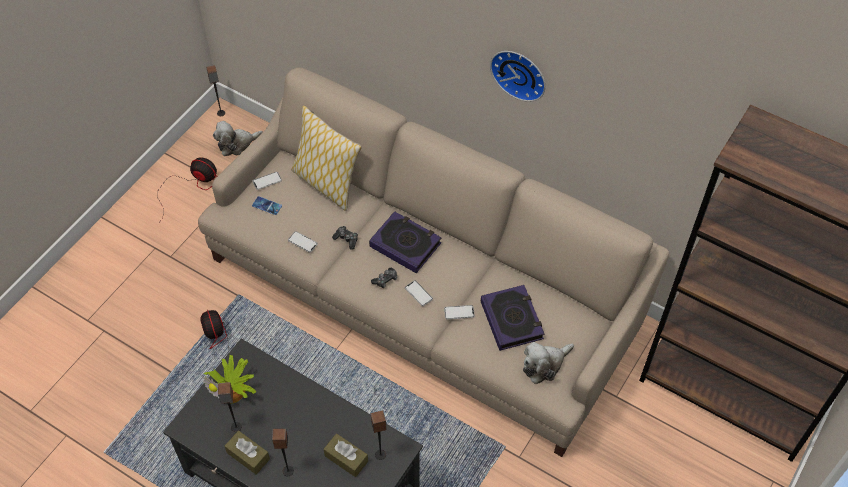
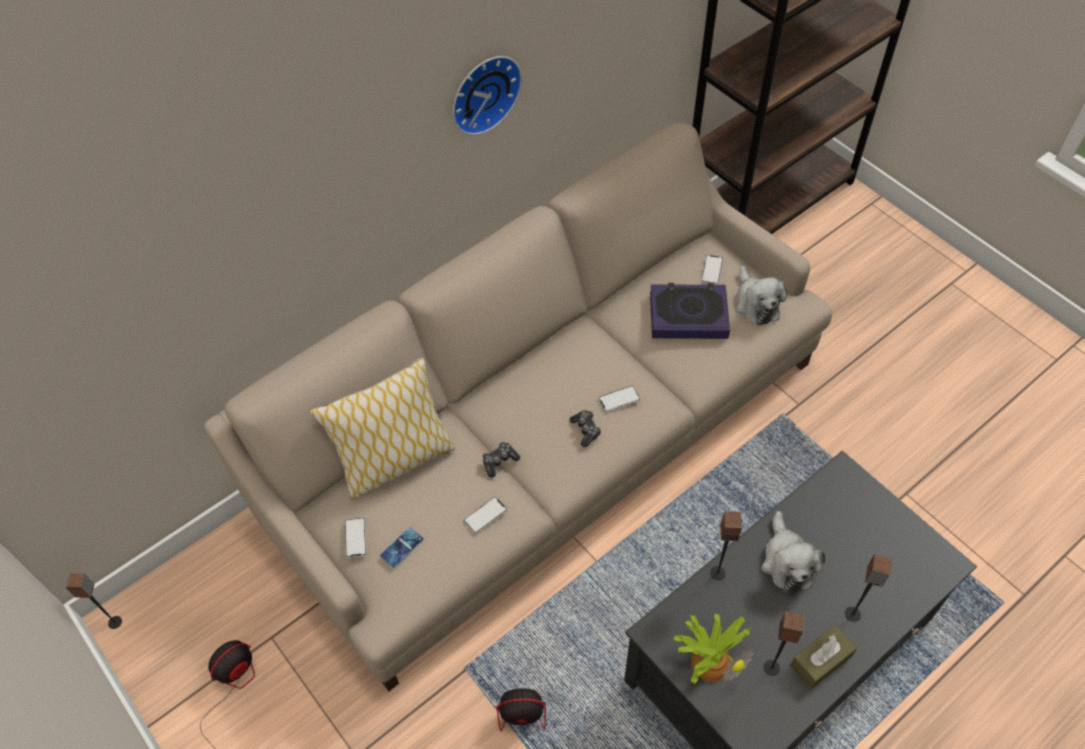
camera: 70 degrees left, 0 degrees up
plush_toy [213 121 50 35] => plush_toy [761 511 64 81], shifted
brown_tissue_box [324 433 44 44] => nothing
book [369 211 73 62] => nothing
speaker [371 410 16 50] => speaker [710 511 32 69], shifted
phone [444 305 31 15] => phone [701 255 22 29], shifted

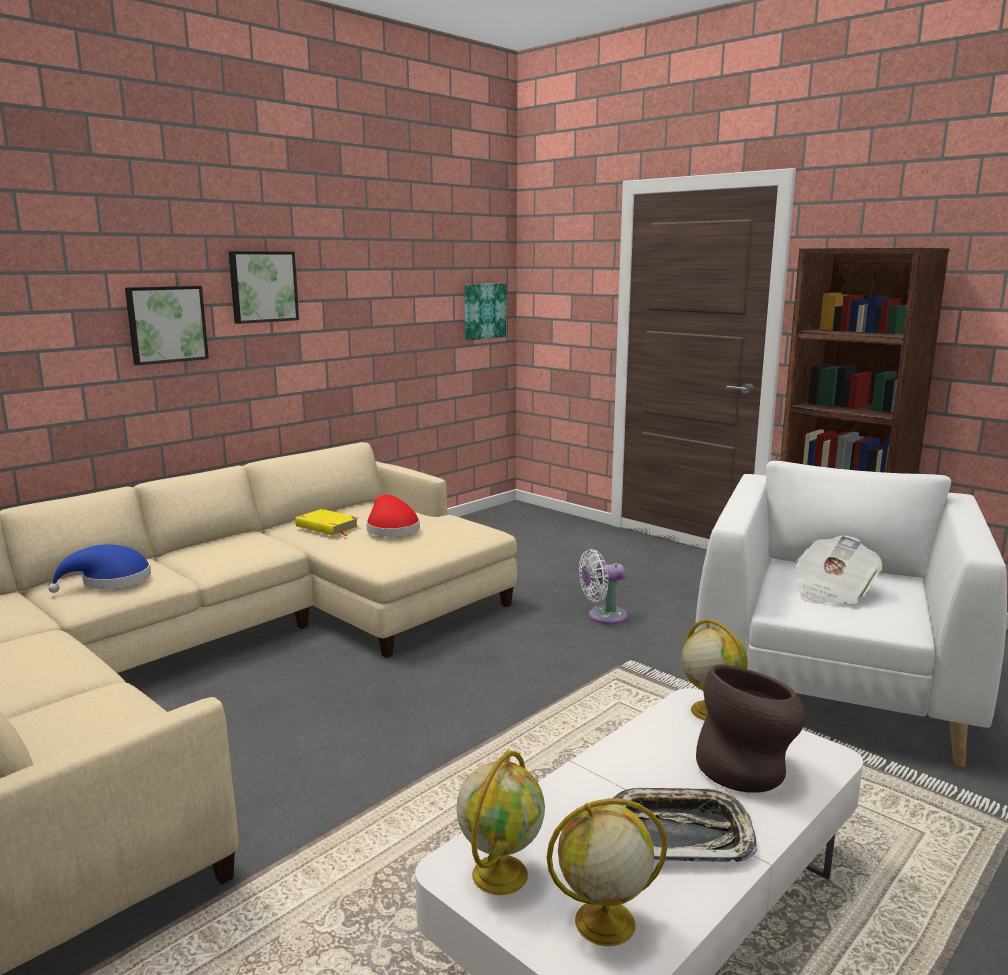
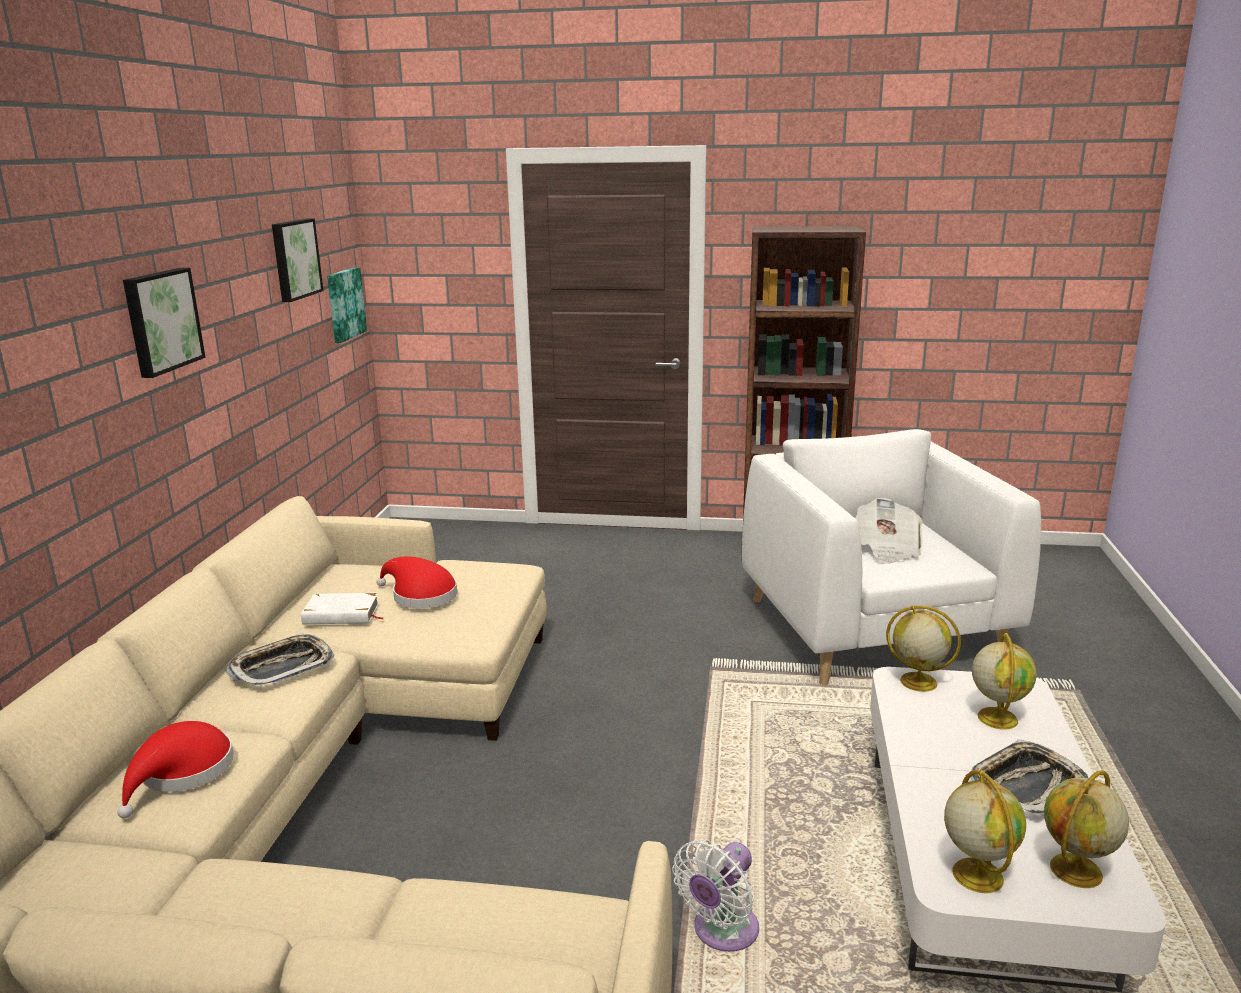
camera: 35 degrees left, 5 degrees up
blue_hat [48 544 103 49] => red_hat [117 721 117 97]
picture [125 286 84 79] => picture [272 219 51 83], shifted
yellow_book [295 509 64 27] => white_book [301 593 82 31]
white_fan [579 549 48 75] => white_fan [672 840 87 112], shifted
brown_vase [696 665 110 128] => globe [972 633 65 97]
nothing => tray [226 633 108 54]

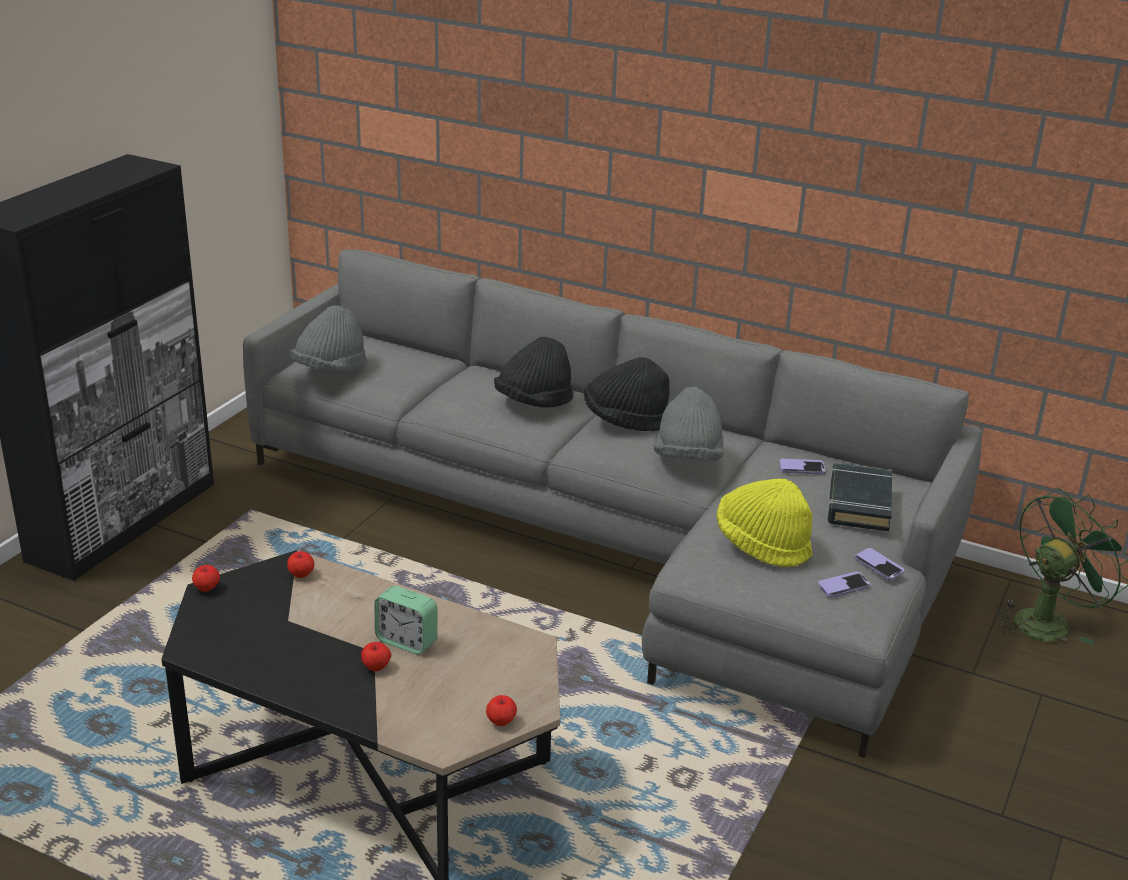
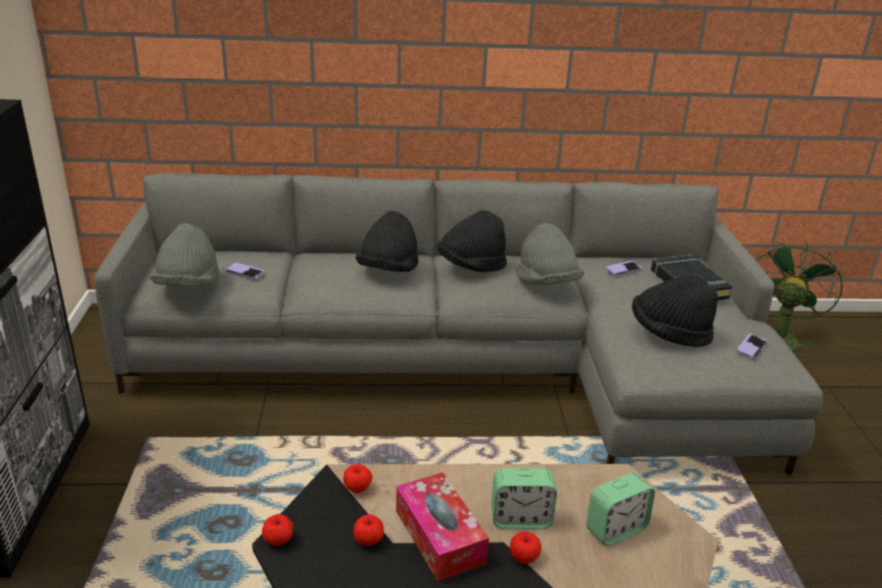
camera: 30 degrees left, 0 degrees up
apple [486 695 31 31] => apple [353 514 31 32], shifted
yellow_hat [716 479 97 88] => black_hat [632 275 86 72]
phone [855 548 49 32] => phone [226 263 38 17], shifted
nothing => tissue_box [396 472 93 109]
nothing => alarm_clock [586 473 69 73]

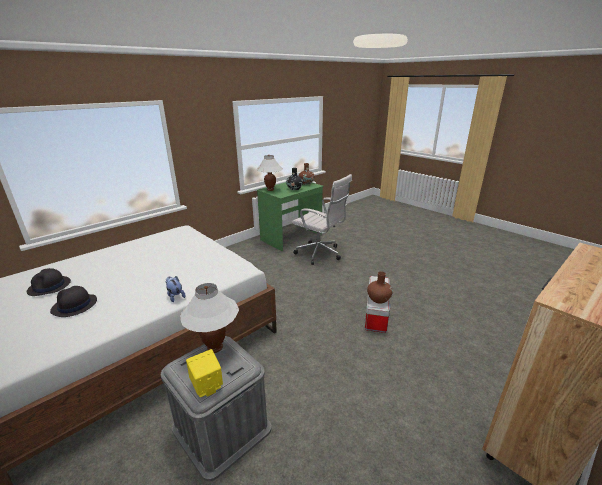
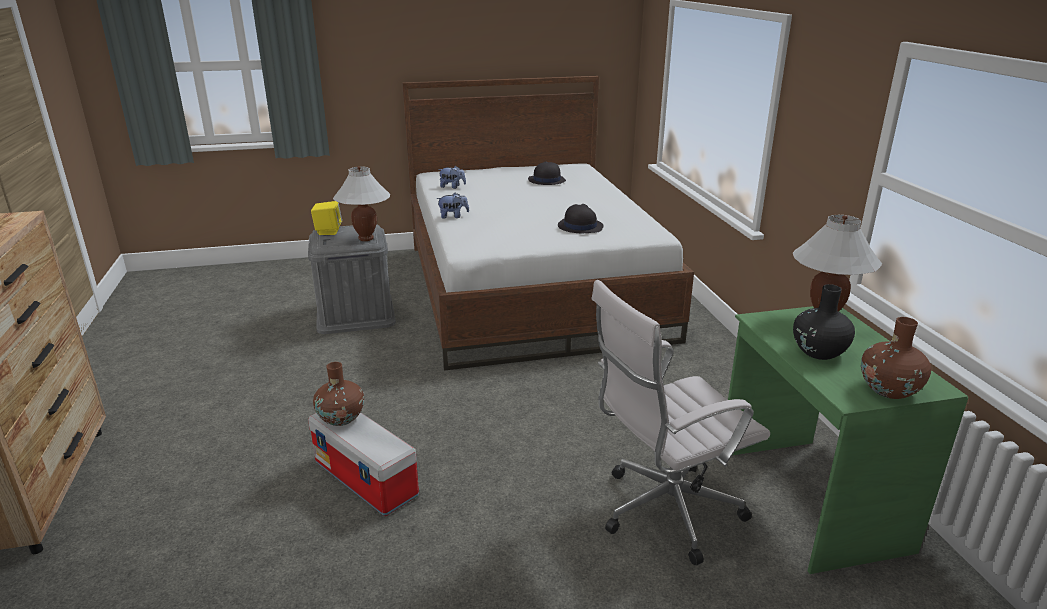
camera: 120 degrees right, 0 degrees up
black_hat [50 286 47 31] => black_hat [558 204 45 29], shifted
nothing => plush_toy [438 166 28 23]

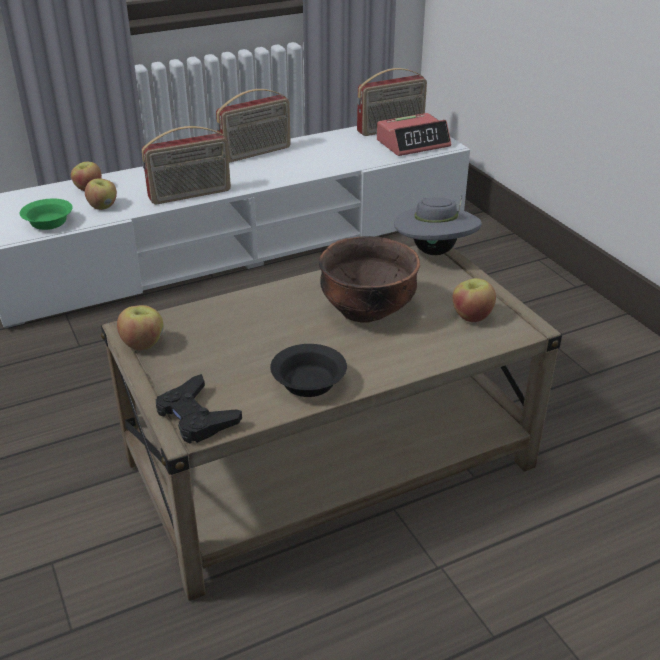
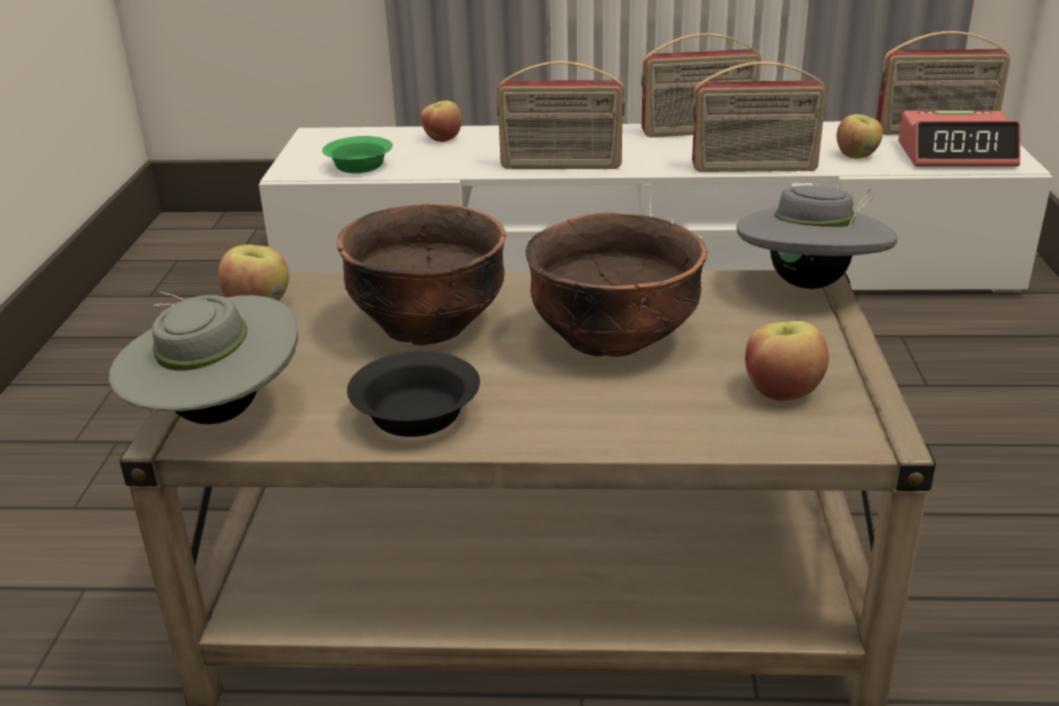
camera: 30 degrees right, 5 degrees down
apple [85 178 32 32] => apple [836 114 47 45], shifted
black_game_controller [156 374 86 69] => grey_hat [109 291 189 133]
nothing => brown_bowl [337 204 169 142]
nothing => radio [692 62 134 110]

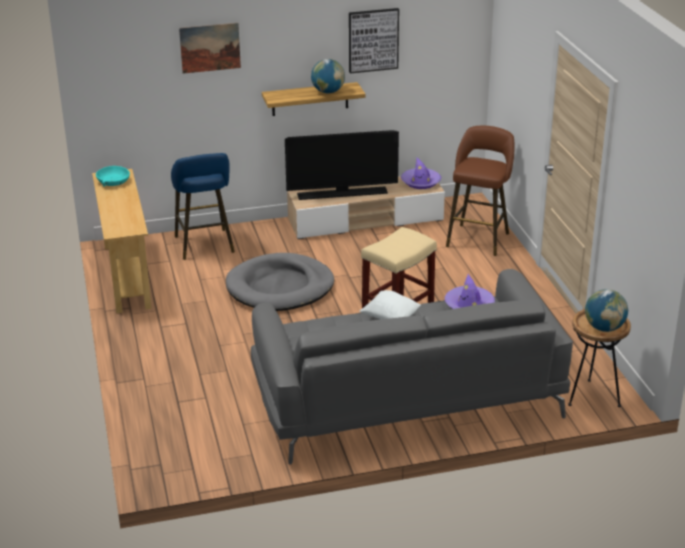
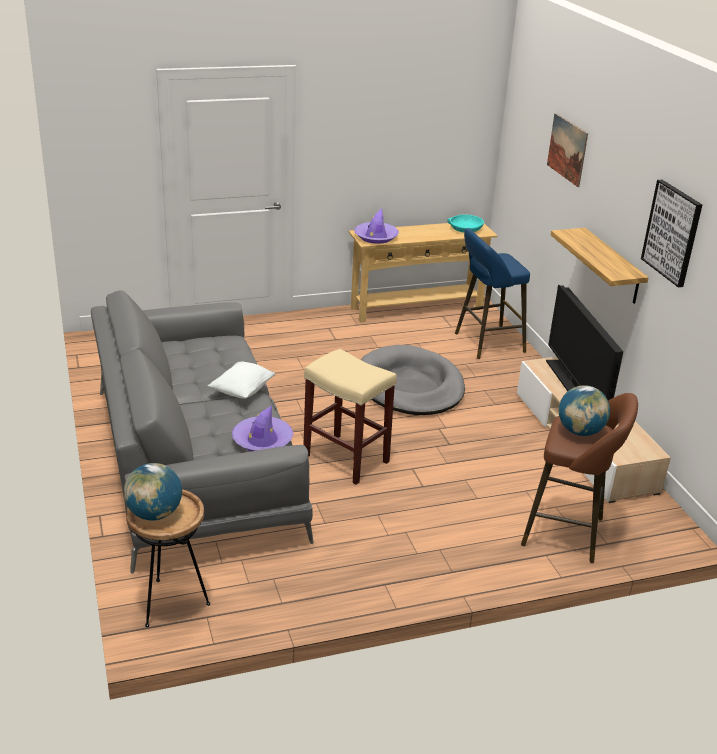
camera: 85 degrees right, 0 degrees up
globe [311 59 34 34] => globe [559 385 51 51], shifted
purple_hat [401 157 40 32] => purple_hat [354 208 45 36], shifted

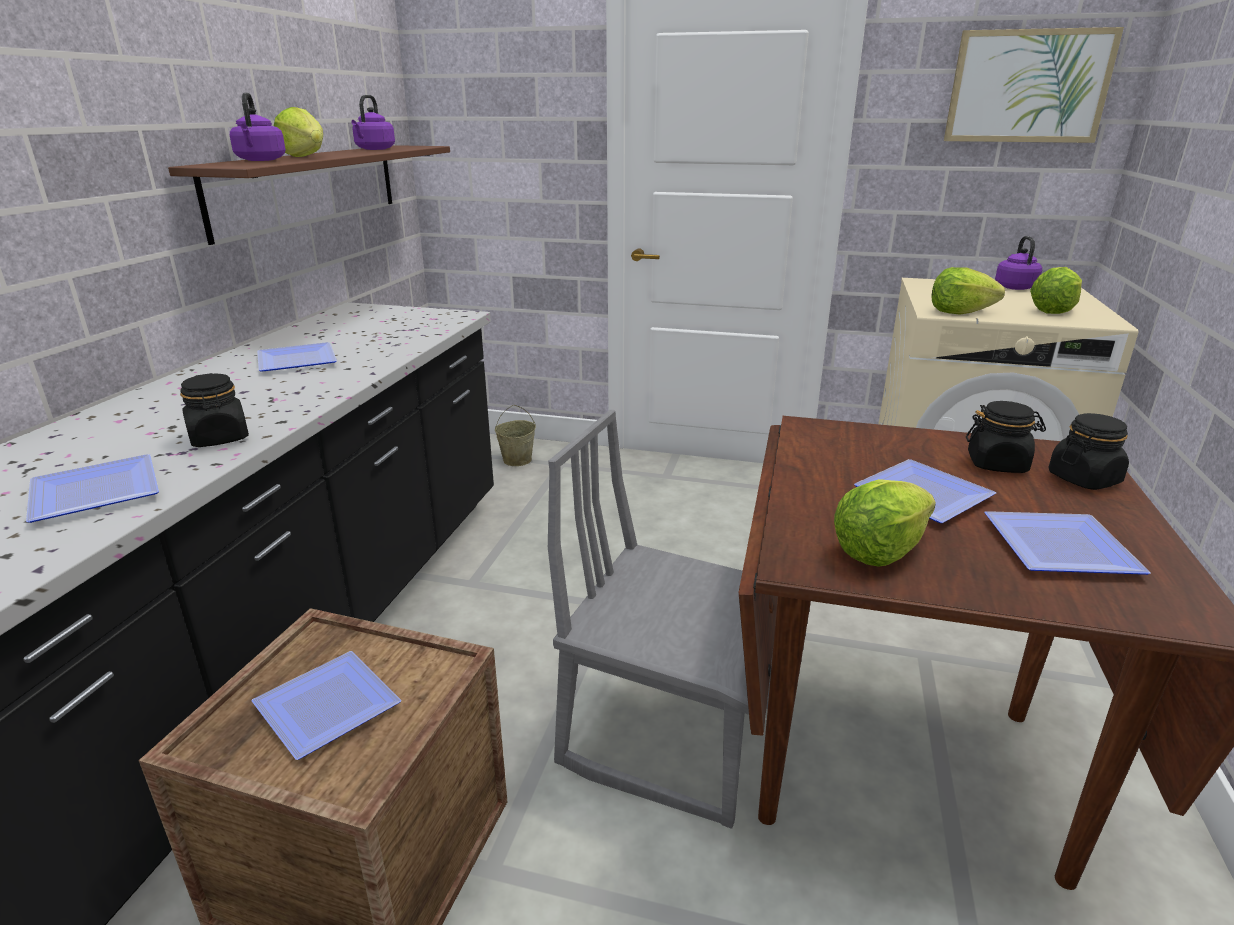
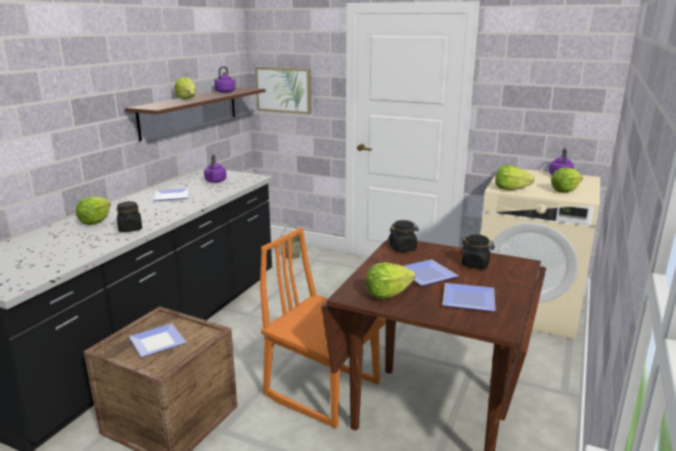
camera: 10 degrees right, 5 degrees down
plate [26 454 133 69] => nothing
purple_kettle [230 93 56 68] => purple_kettle [204 154 23 29], shifted
grey_chair [548 410 225 419] => orange_chair [260 228 125 201]
picture [944 27 180 116] => picture [255 66 57 49], shifted
black_jar [1049 413 80 77] => black_jar [388 220 31 32], shifted
nothing => lettuce [76 197 35 28]

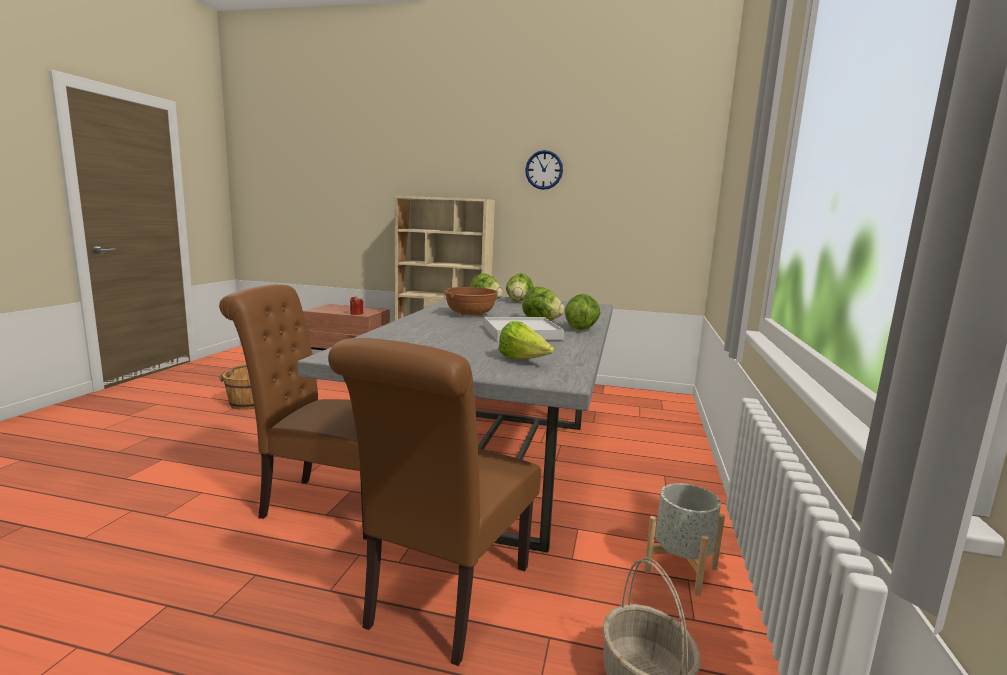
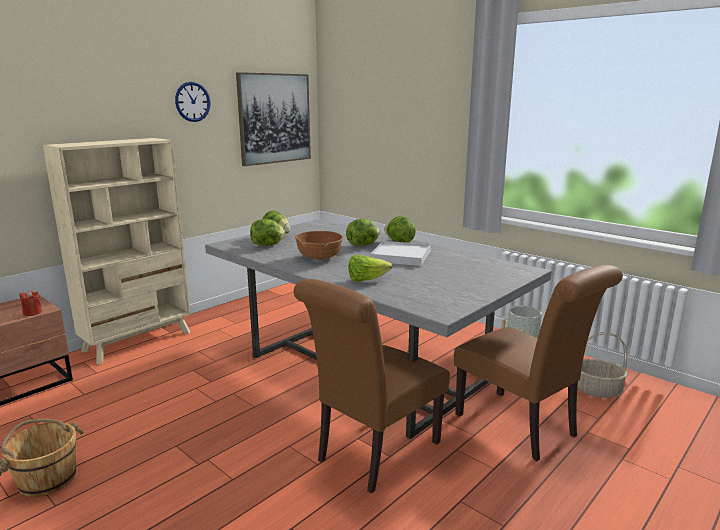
camera: 60 degrees left, 5 degrees up
lettuce [498 321 56 38] => lettuce [348 255 44 27], shifted
nothing => picture [236 72 75 94]

